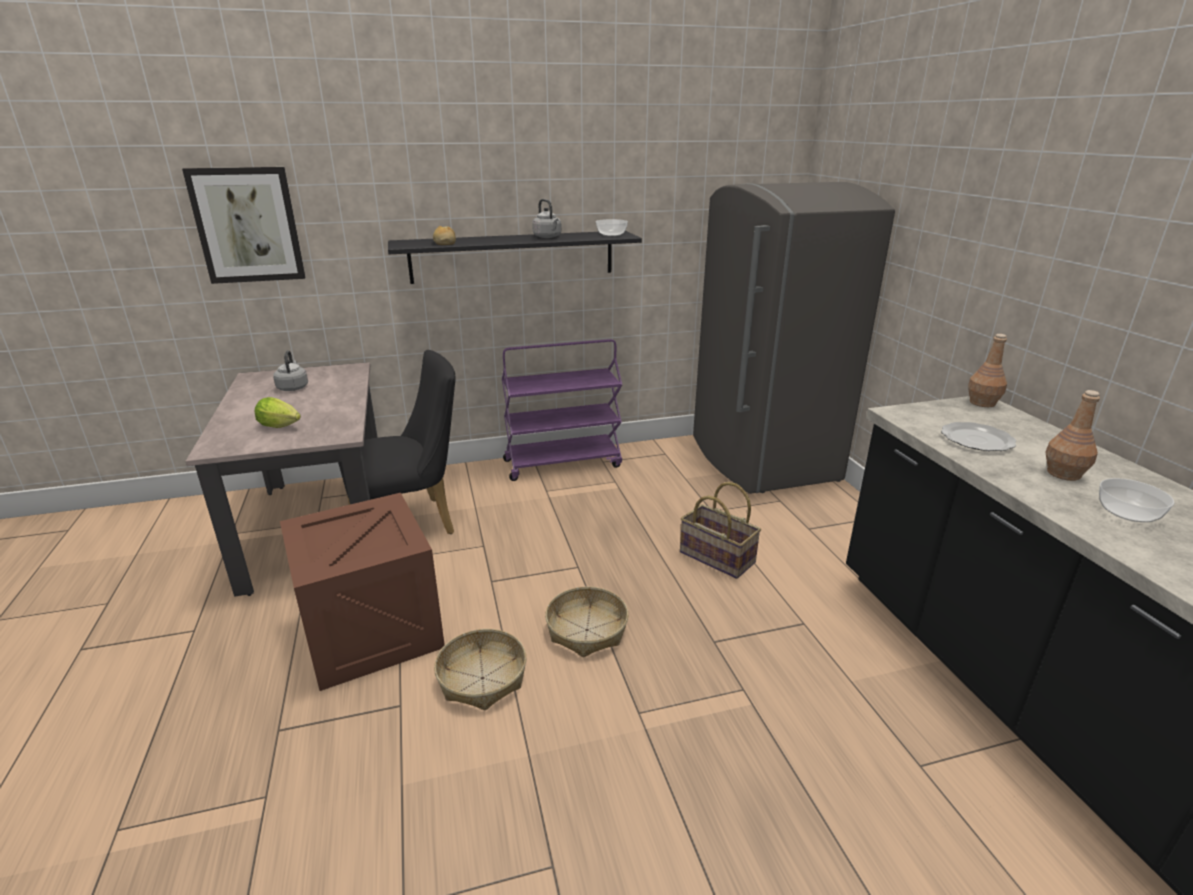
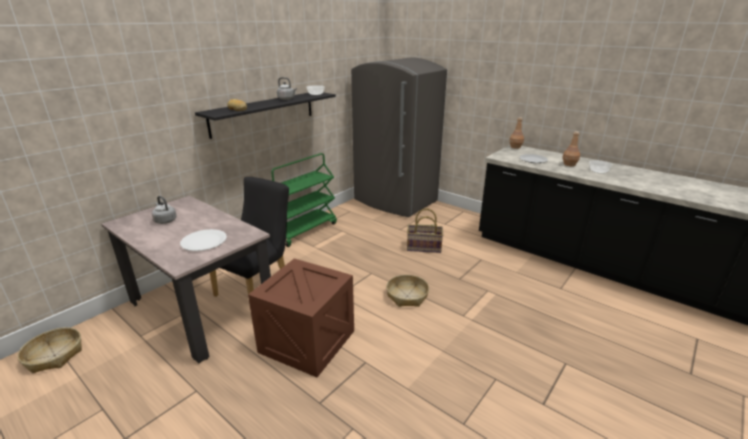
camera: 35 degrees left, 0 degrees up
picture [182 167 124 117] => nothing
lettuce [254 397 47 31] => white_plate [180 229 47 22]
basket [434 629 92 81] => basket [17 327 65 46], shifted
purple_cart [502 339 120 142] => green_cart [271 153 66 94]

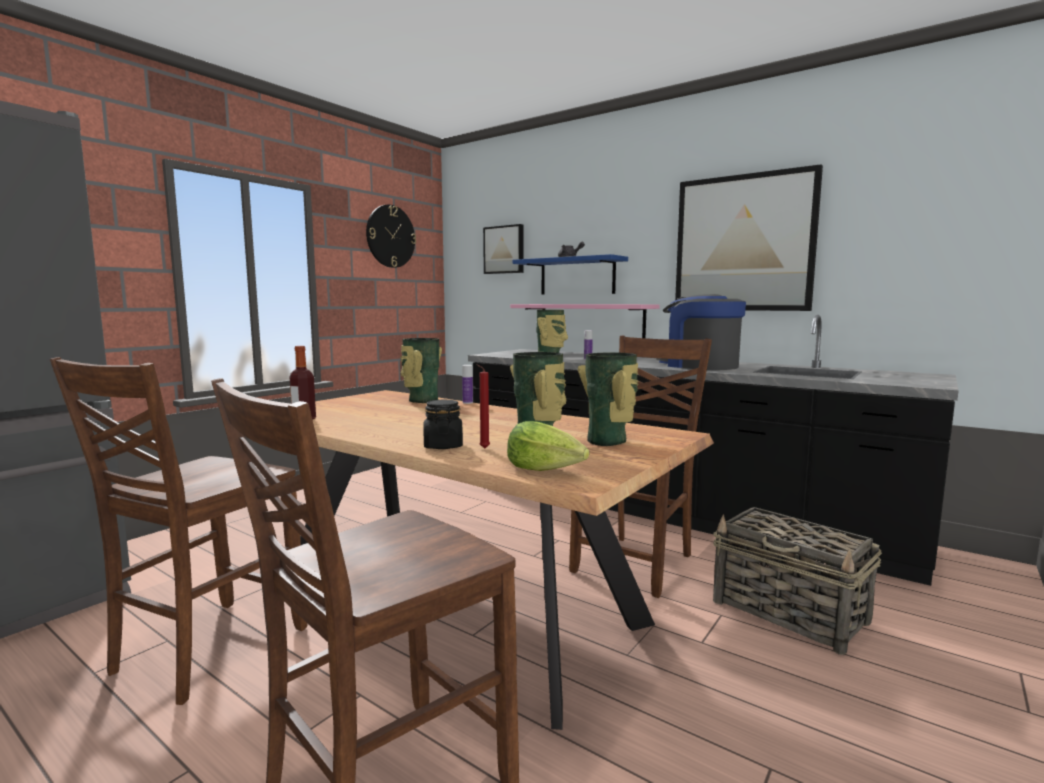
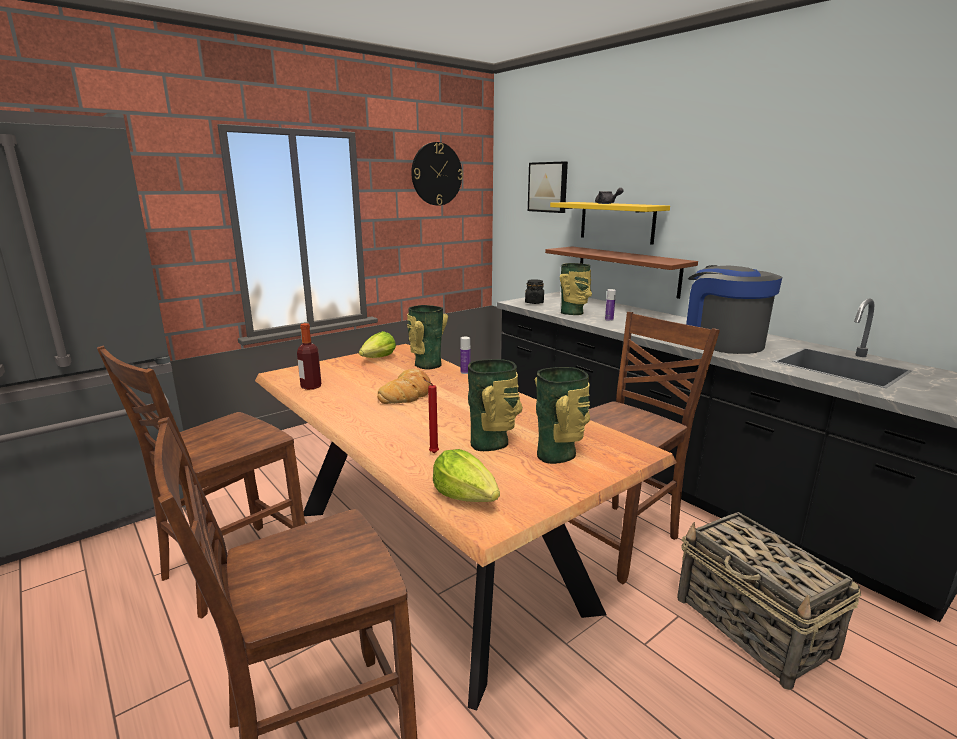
camera: 15 degrees right, 10 degrees up
black_jar [423 400 40 49] => black_jar [525 279 19 25], shifted
pink_shelf [510 304 150 34] => brown_shelf [545 246 153 53]
blue_shelf [513 254 115 40] => yellow_shelf [550 202 120 43]
picture [675 164 148 147] => nothing
nothing => lettuce [359 331 37 27]
nothing => bread [377 369 54 35]

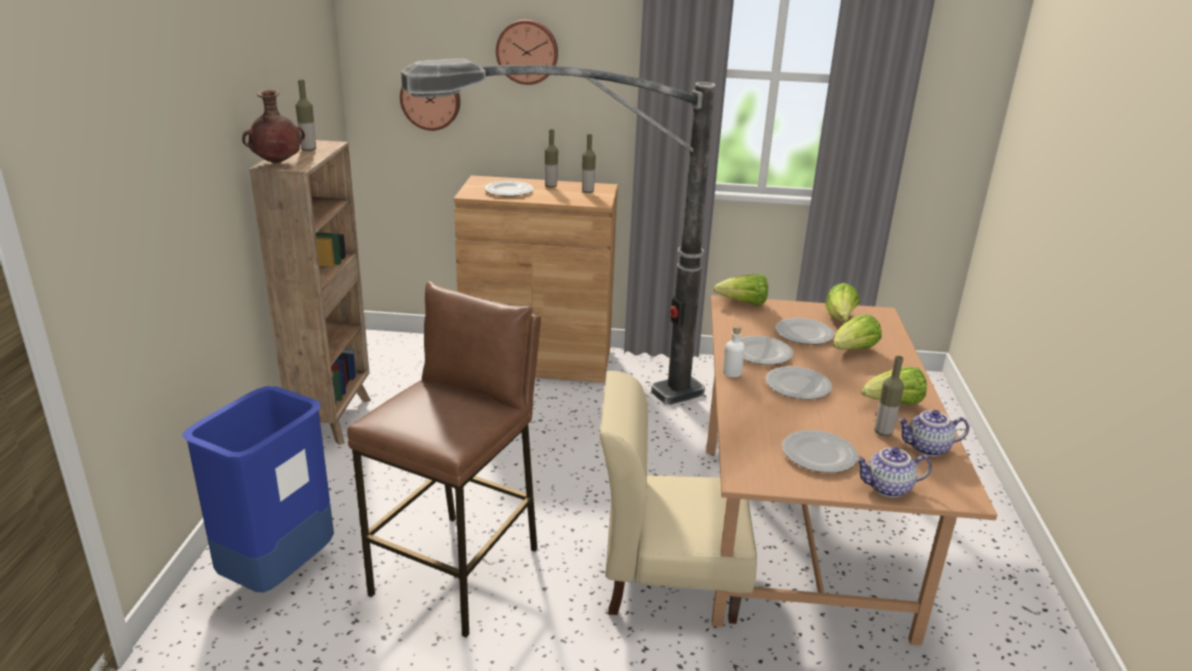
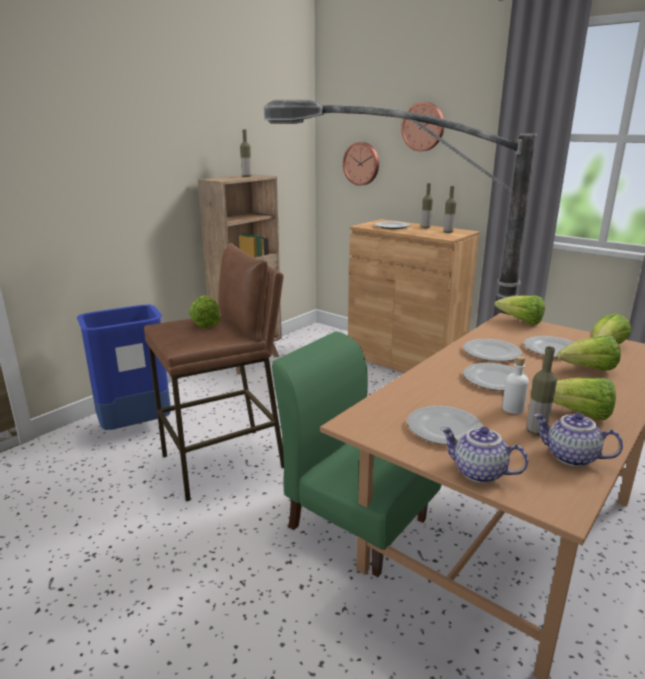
camera: 35 degrees right, 5 degrees down
brown_vase [242 90 63 73] => nothing
beige_chair [600 371 157 253] => green_chair [272 331 170 246]
white_bottle [723 325 22 52] => white_bottle [502 356 27 58], shifted
nothing => lettuce [189 295 31 33]

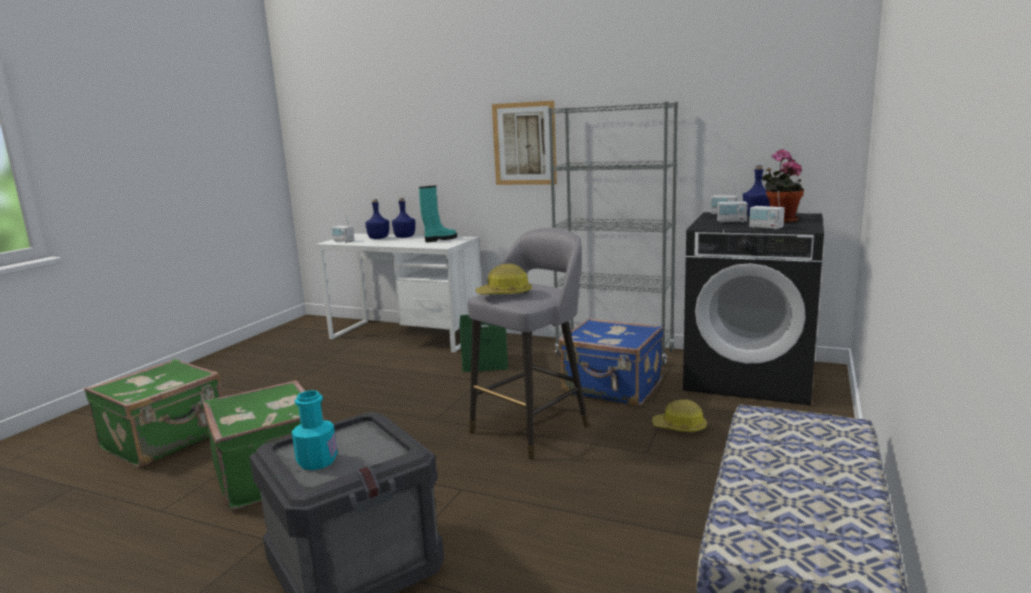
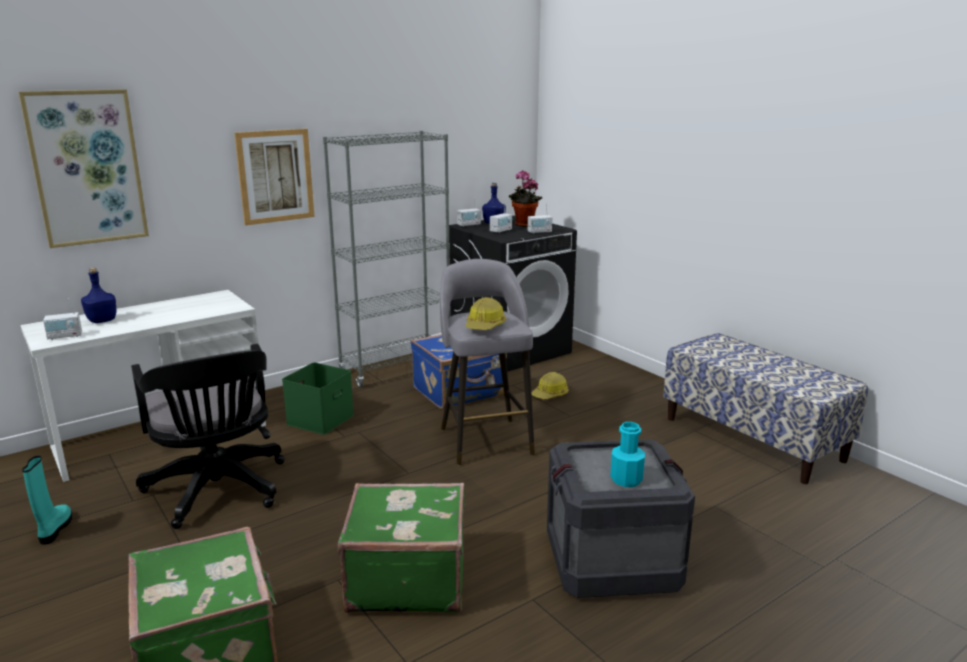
camera: 60 degrees left, 5 degrees up
blue_bottle [392 198 23 40] => nothing
turquoise_boot [419 186 38 56] => turquoise_boot [22 456 50 89], shifted
nothing => picture [18 89 131 159]
nothing => black_office_chair [131 344 154 185]

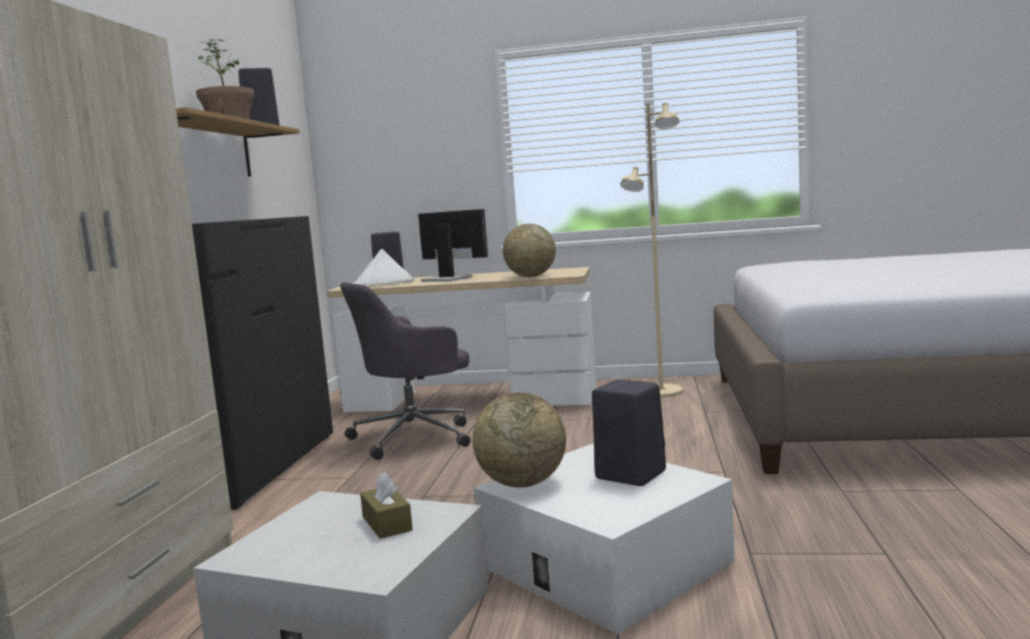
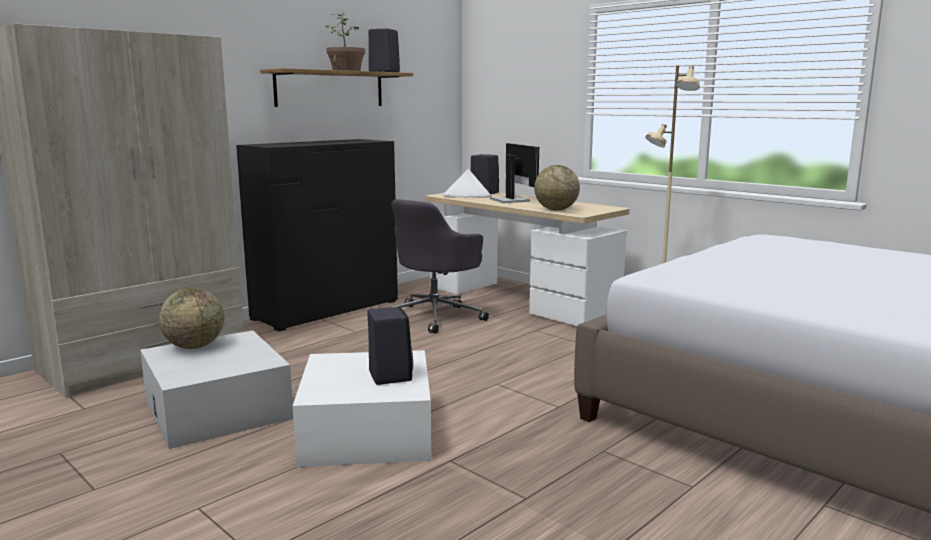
camera: 35 degrees right, 5 degrees up
grey_office_chair [341 282 129 178] => grey_office_chair [391 199 98 135], 60 degrees counterclockwise
brown_tissue_box [360 472 53 67] => nothing
globe [473 393 93 95] => globe [159 288 65 61], shifted

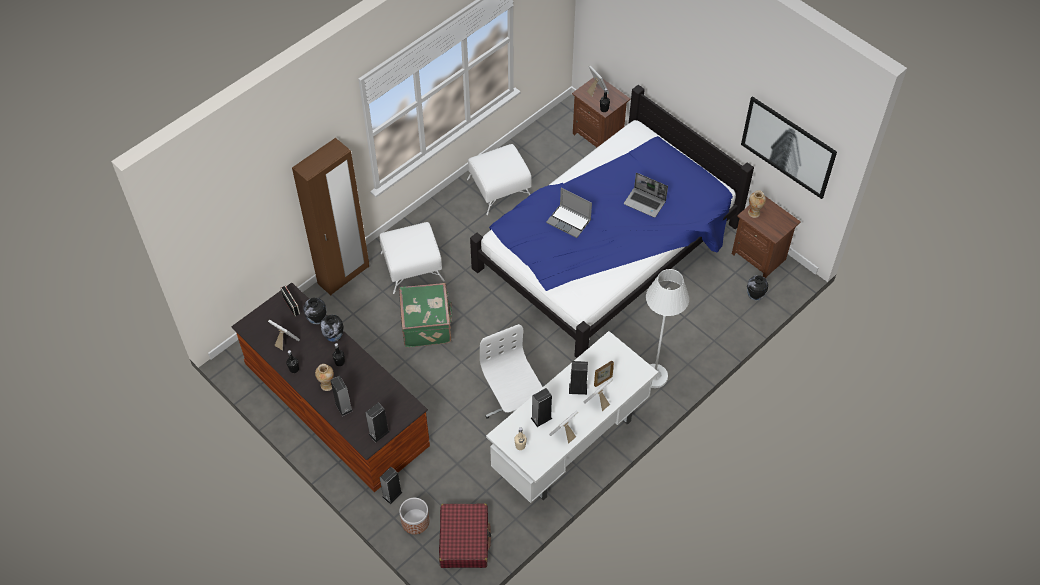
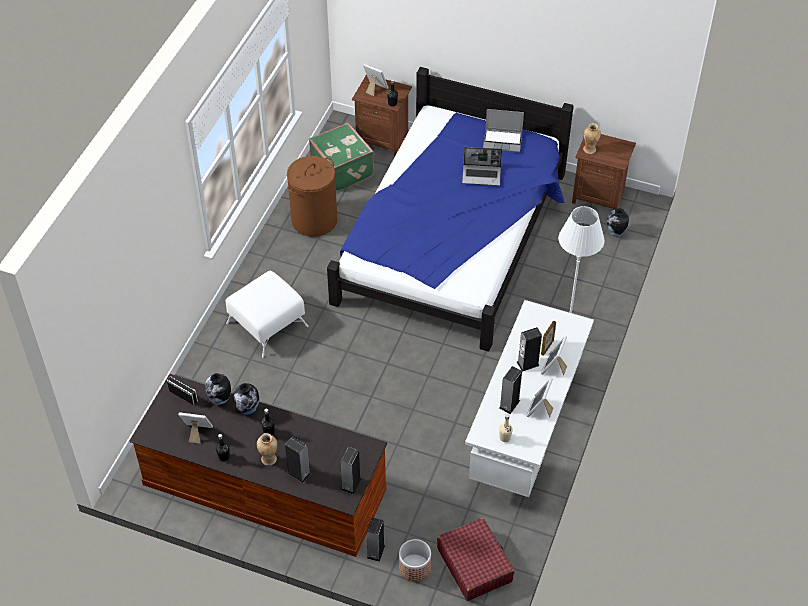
camera: 25 degrees left, 5 degrees down
brown_wardrobe [292 138 77 158] => nothing
green_suitcase [399 283 53 64] => green_suitcase [309 122 65 70], shifted
white_ottoman [467 144 64 71] => brown_laundry_basket [287 156 50 81]
white_office_chair [480 324 62 95] => nothing
laptop [546 188 46 50] => laptop [483 109 41 44], shifted
picture [741 96 96 103] => nothing

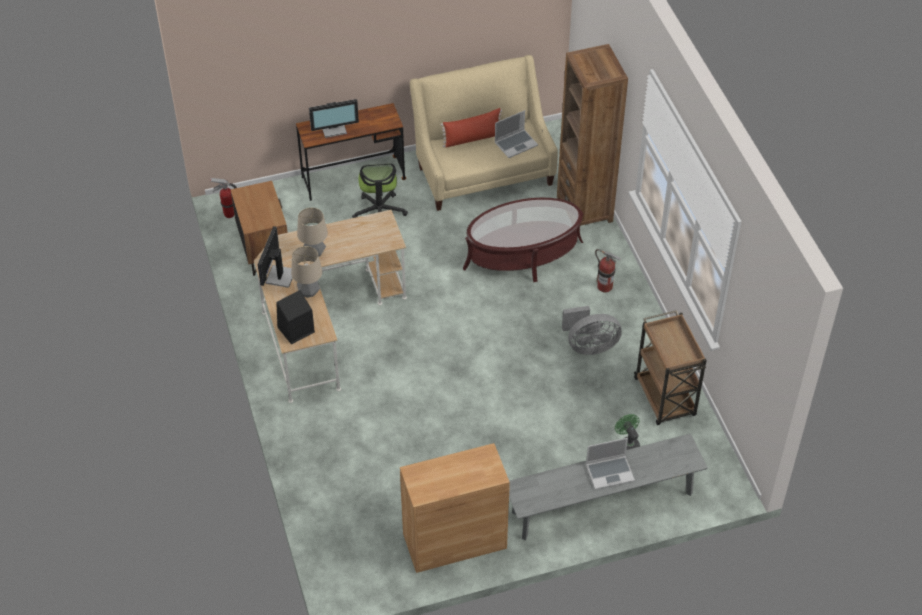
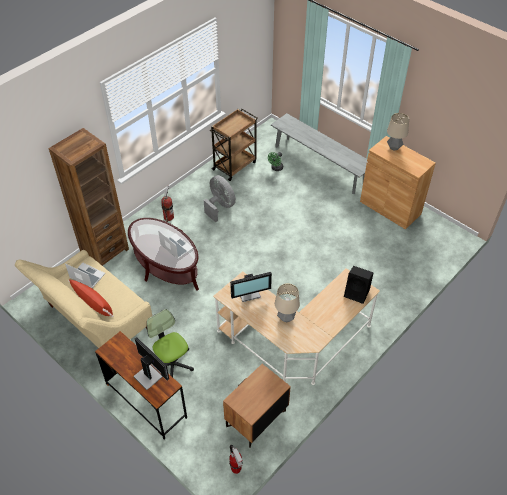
camera: 120 degrees left, 0 degrees up
monitor [257 226 36 62] => monitor [230 272 42 30], shifted
table_lamp [291 246 31 52] => table_lamp [387 113 22 38], shifted
office_chair [352 163 56 55] => office_chair [147 309 47 68], 90 degrees counterclockwise
laptop [586 438 49 51] => laptop [158 230 35 29], shifted

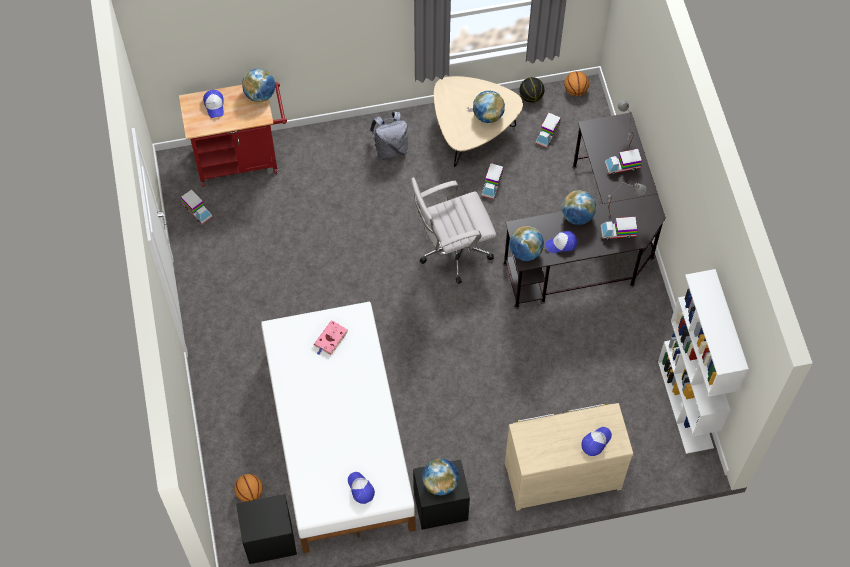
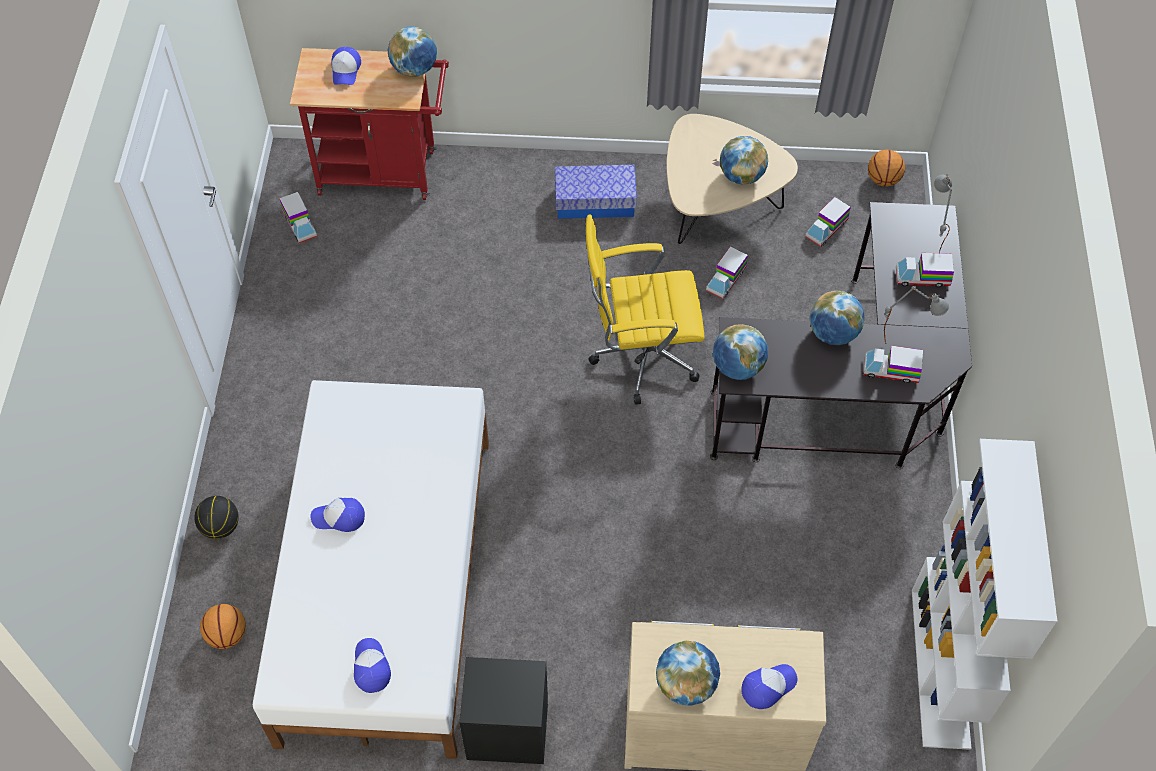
camera: 15 degrees right, 5 degrees down
black_nightstand [236 494 61 70] => nothing
pink_book [314 320 34 35] => nothing
grey_backpack [370 112 38 48] => storage_box [555 165 82 54]
white_office_chair [411 178 85 106] => yellow_office_chair [586 215 119 190]
globe [422 458 37 37] => globe [656 641 64 65], shifted
basketball [519 77 25 26] => basketball [194 496 45 43], shifted
cap [545 231 32 22] => cap [311 498 54 34], shifted

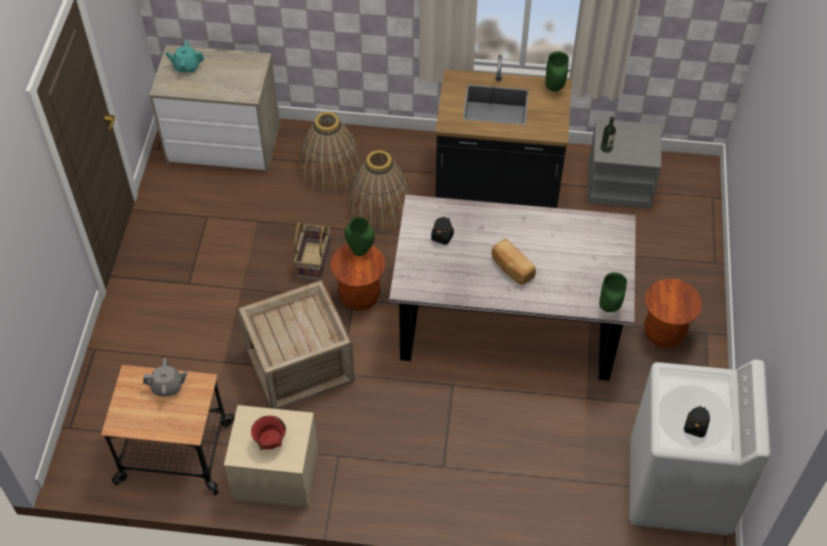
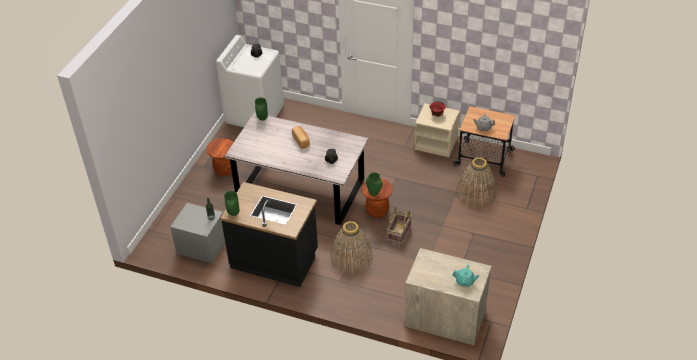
camera: 165 degrees left, 10 degrees down
crate [238 280 117 129] => nothing
basket [298 112 66 82] => basket [457 157 40 51], shifted

